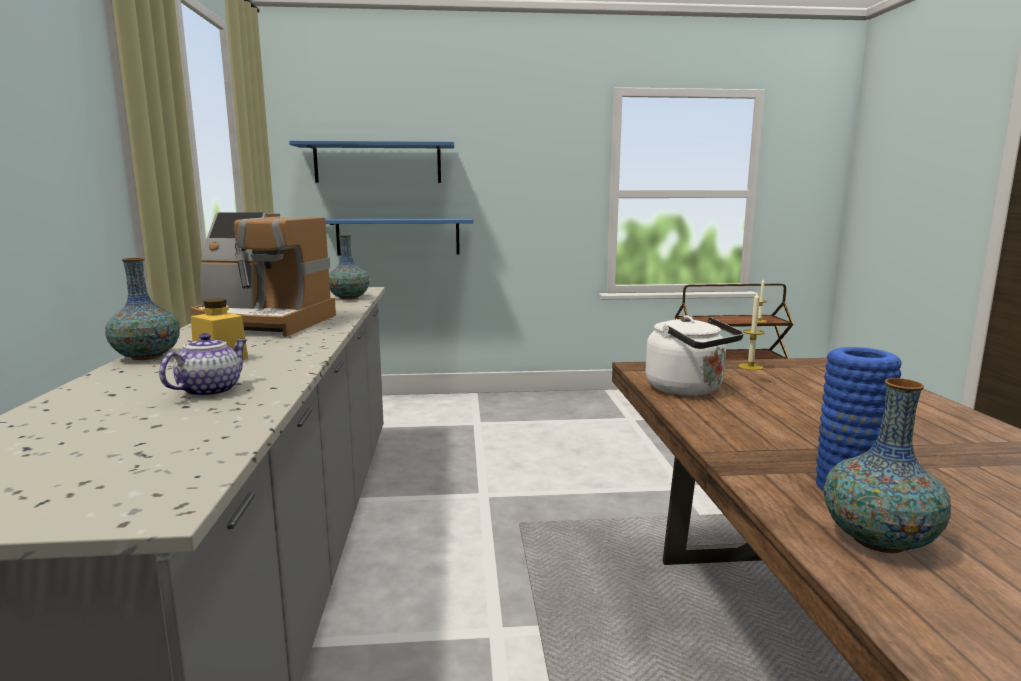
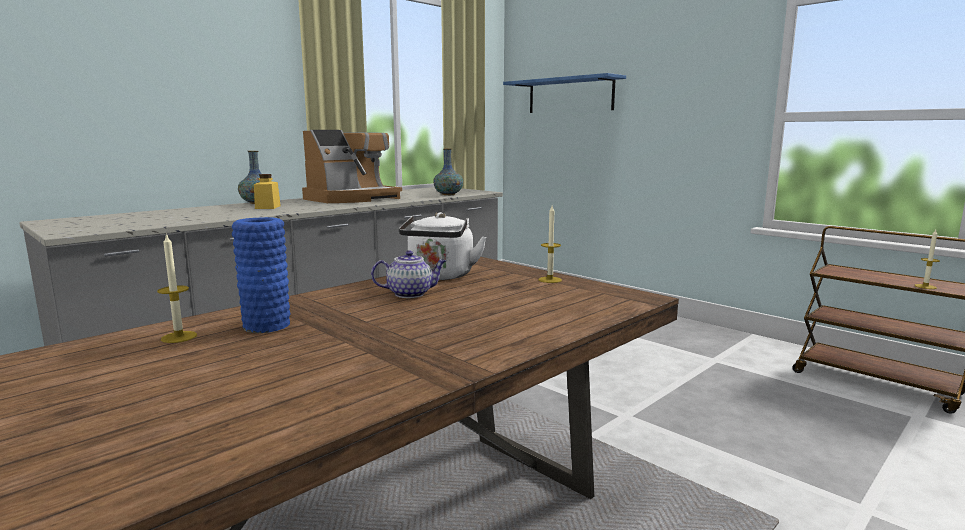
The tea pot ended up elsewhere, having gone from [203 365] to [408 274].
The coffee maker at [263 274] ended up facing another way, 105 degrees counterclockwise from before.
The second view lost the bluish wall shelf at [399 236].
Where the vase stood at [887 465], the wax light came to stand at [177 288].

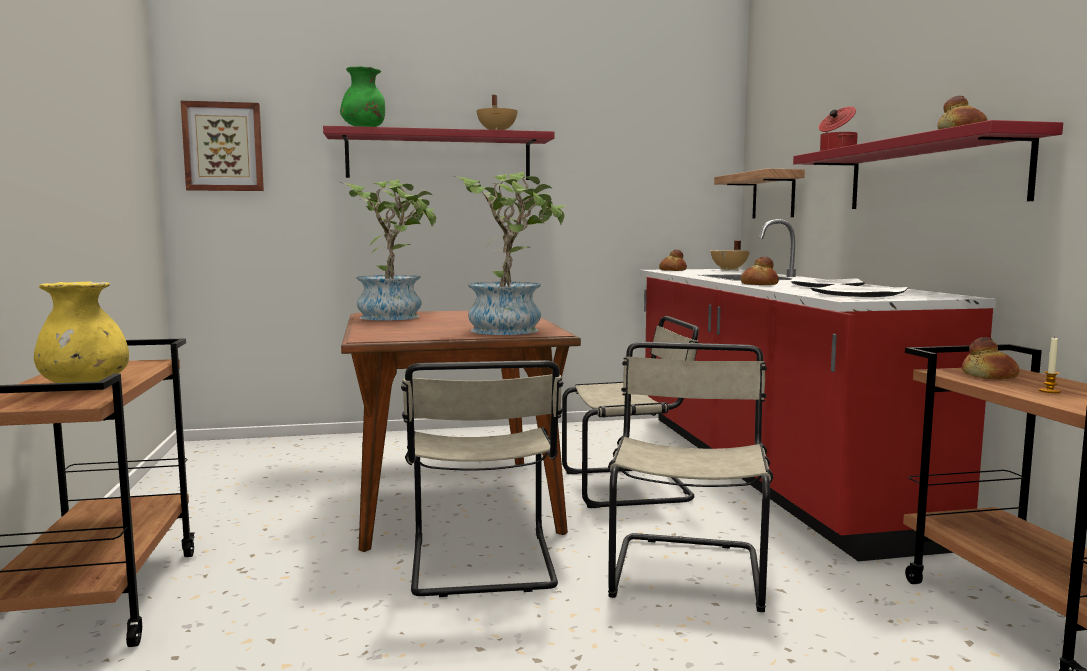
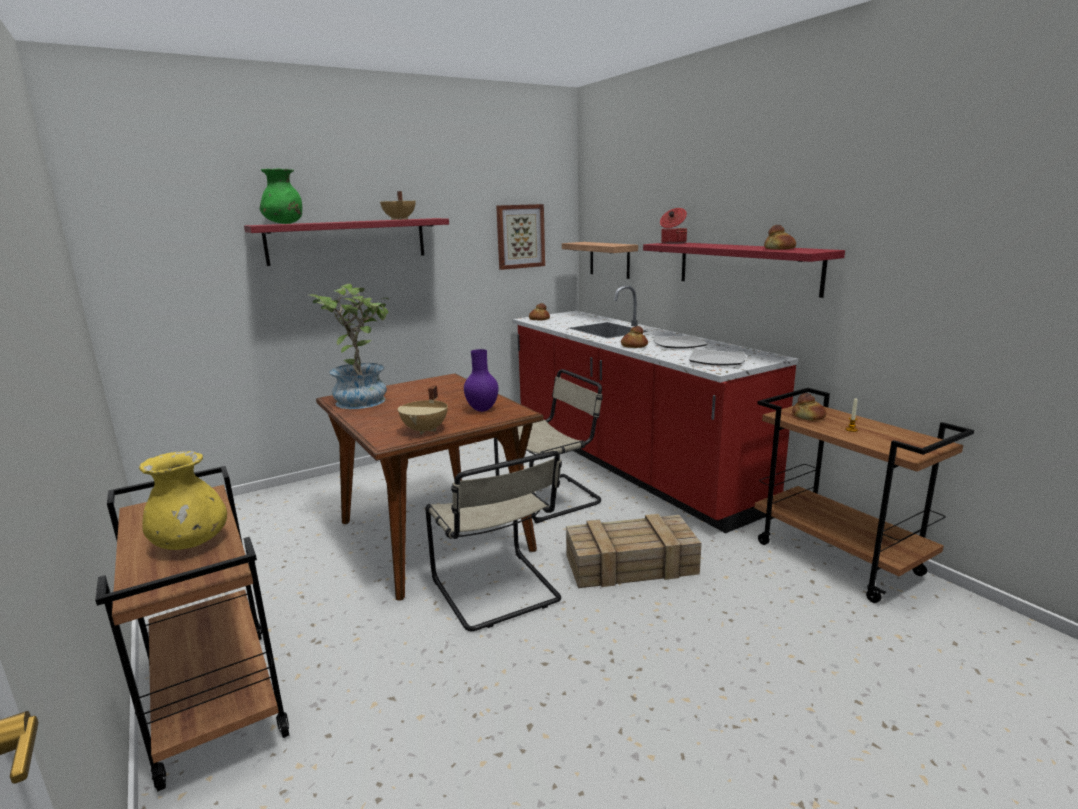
The picture ended up elsewhere, having gone from [222 145] to [520 237].
Where the houseplant stood at [509 253], the purplish vase came to stand at [481 380].
Where the beige chair stood at [690 477], the packing crate came to stand at [634 551].
The beige stockpot ended up elsewhere, having gone from [730 255] to [423 410].

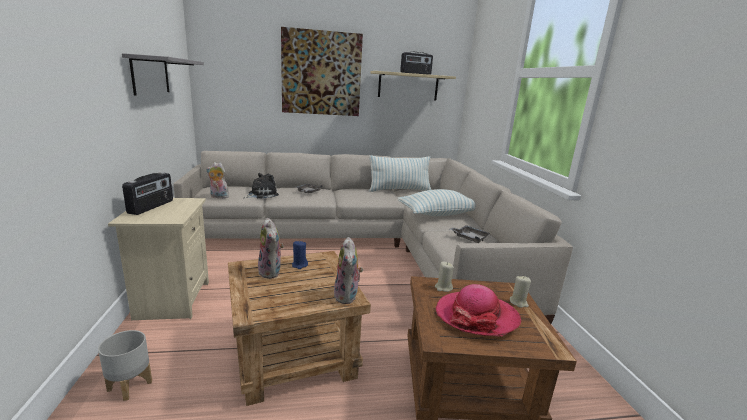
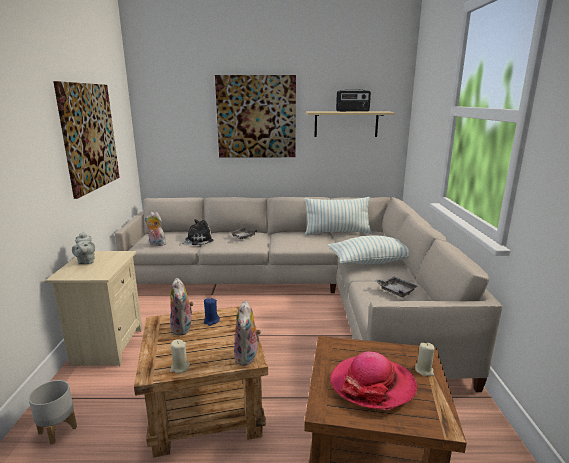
Where the greyish wall shelf hung at [163 74], the picture came to hang at [86 140].
Where the radio set stood at [147 193], the greyish tea pot came to stand at [83 247].
The beige wax light ended up elsewhere, having gone from [444 277] to [180 356].

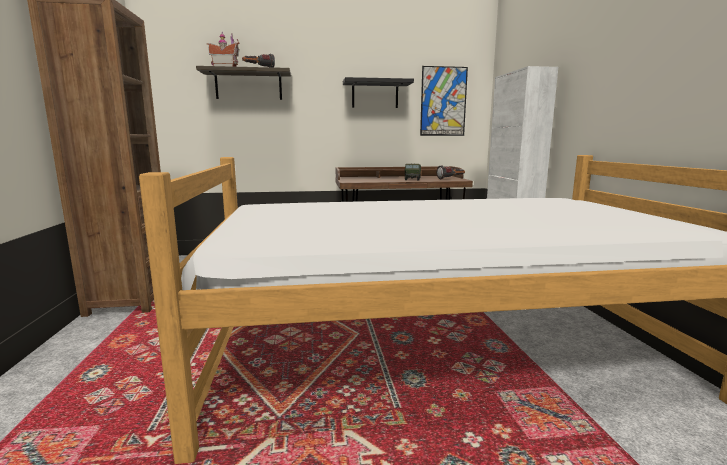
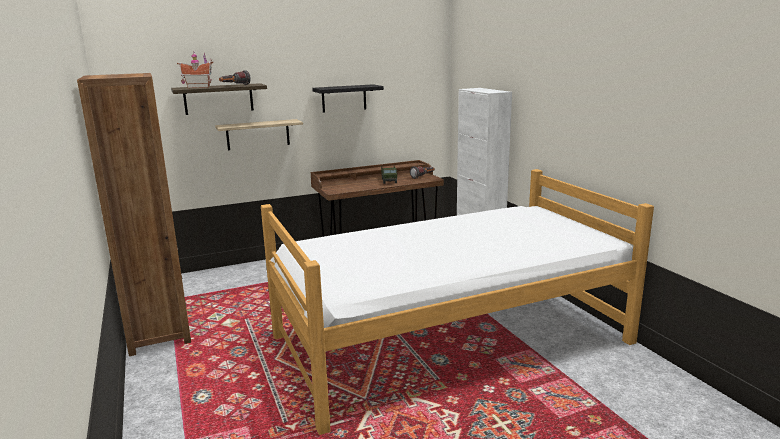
The second view lost the picture at [444 101].
The second view gained the wall shelf at [259 134].

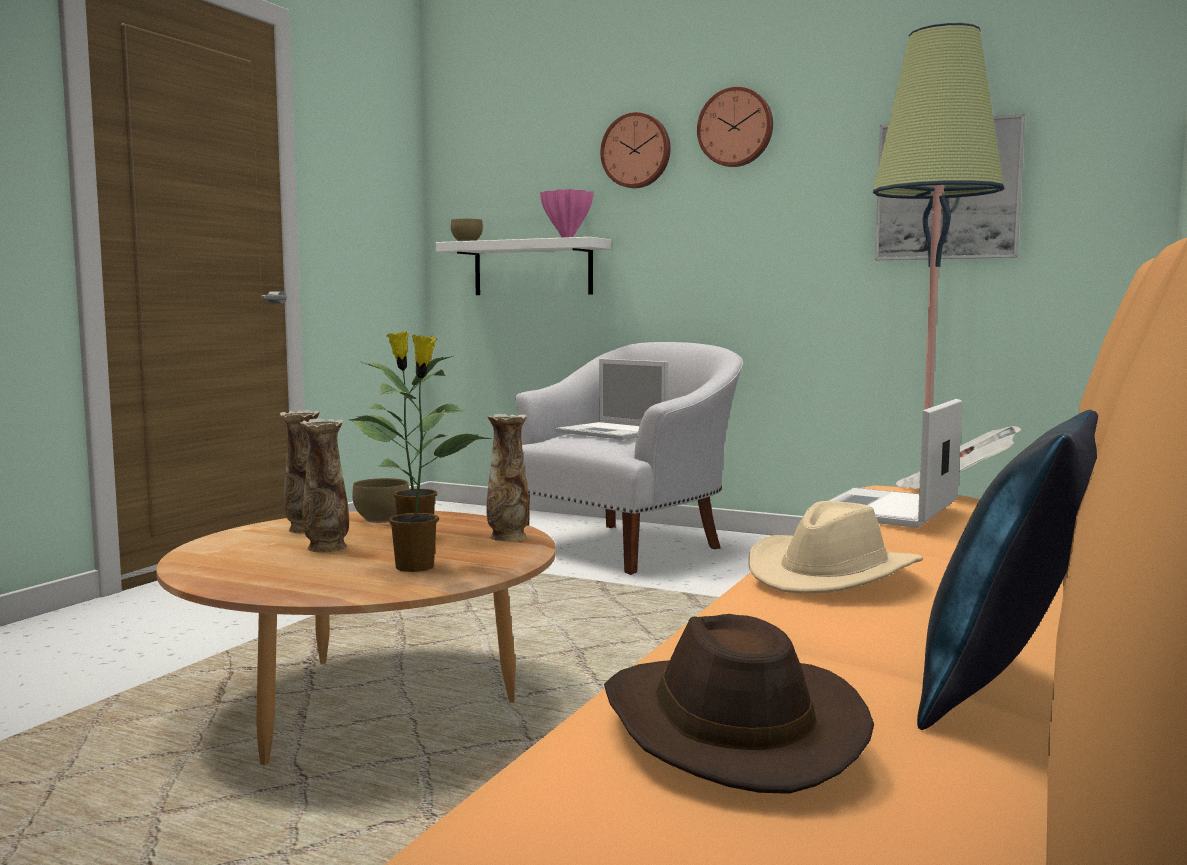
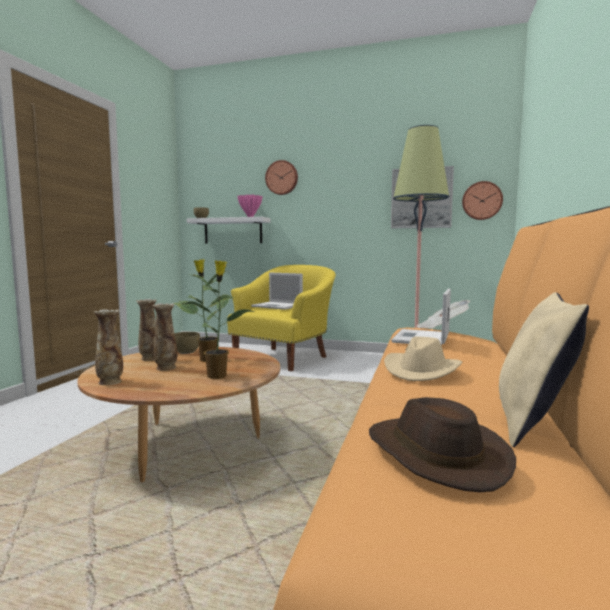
The vase ended up elsewhere, having gone from [508 477] to [108 347].
What was the white easy chair at [629 458] turned into the yellow easy chair at [281 318].
The hanging clock ended up elsewhere, having gone from [735 127] to [482 200].
What was the bluish throw pillow at [1007 570] turned into the beige throw pillow at [544 369].

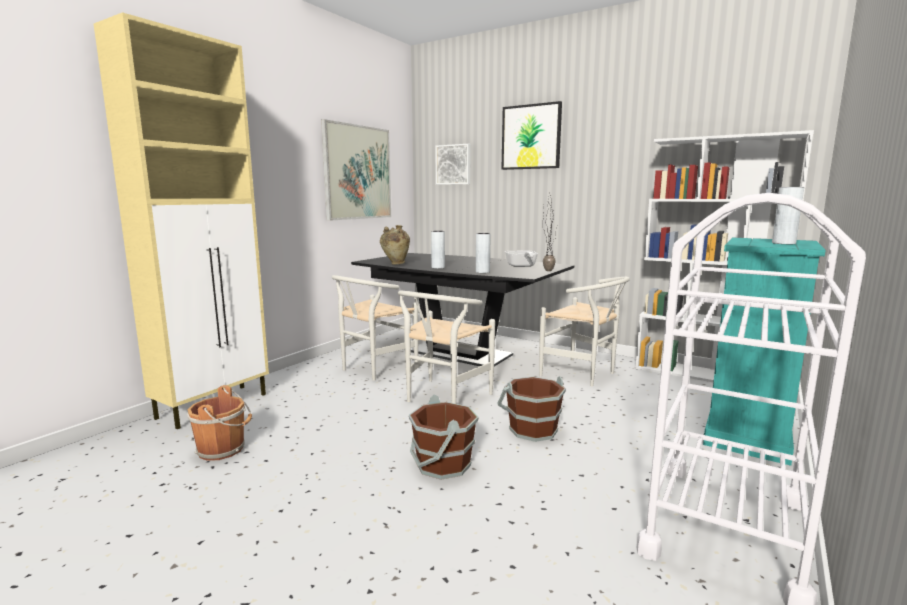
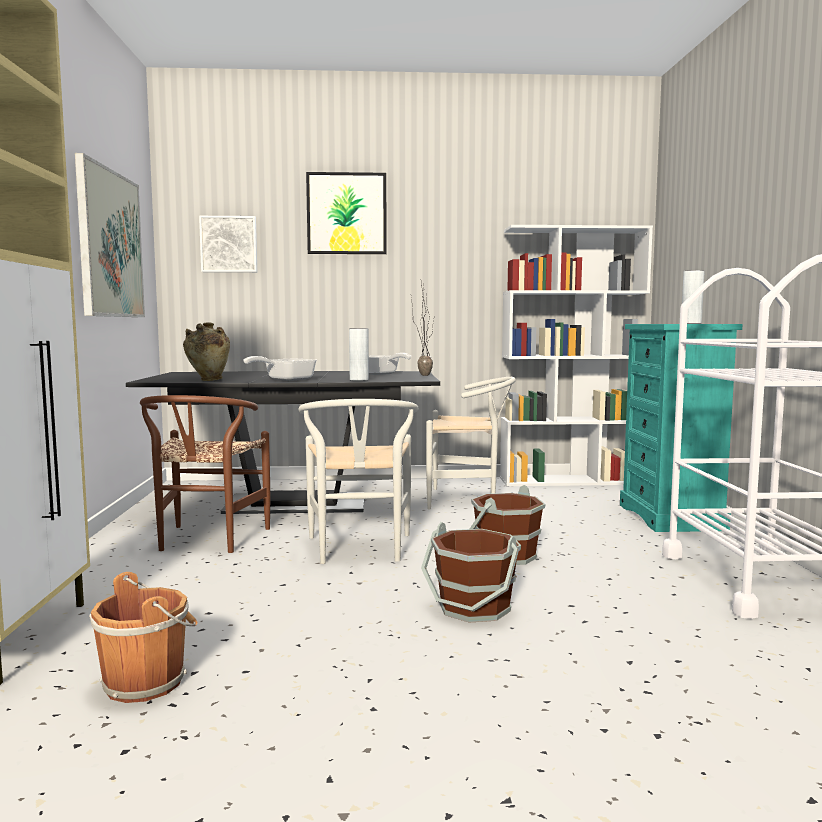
What was the white chair at [375 328] turned into the brown-coloured chair at [205 474].
Where the greyish vase stood at [438 250], the pan came to stand at [279 368].

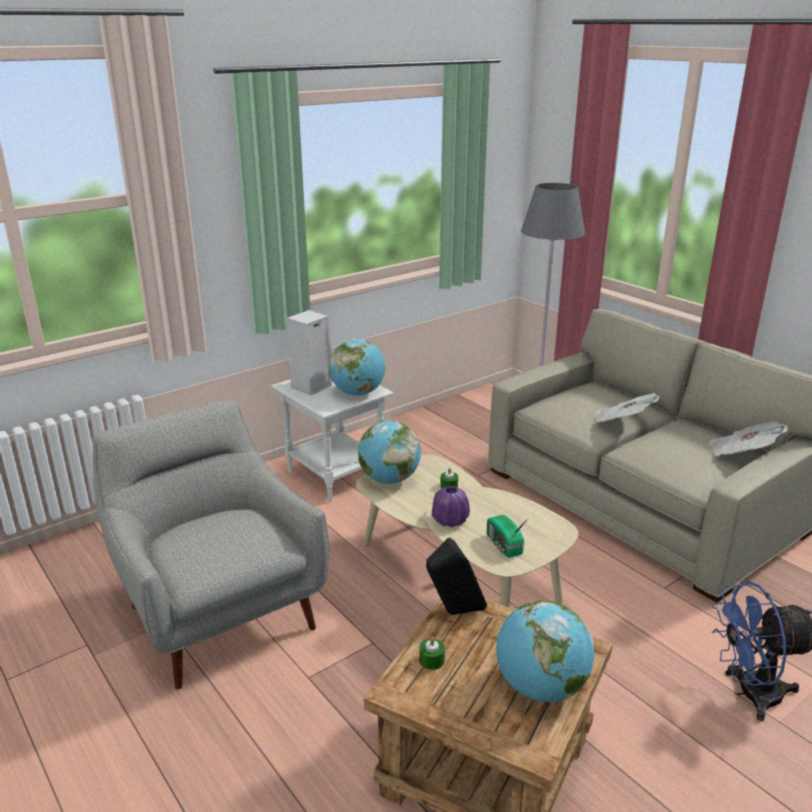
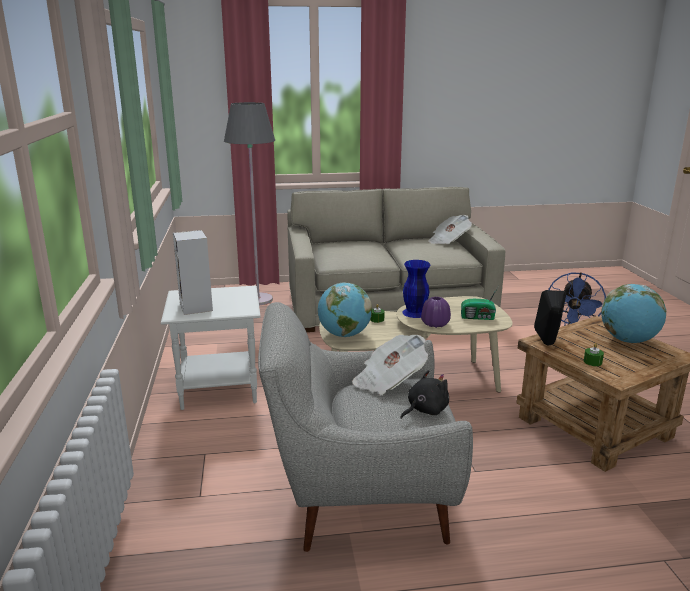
The second view lost the desk globe at [357 367].
The daily paper ended up elsewhere, having gone from [626 408] to [390 365].
The second view gained the blackish cuddly toy at [425 394].
The second view gained the bluish vase at [416 289].

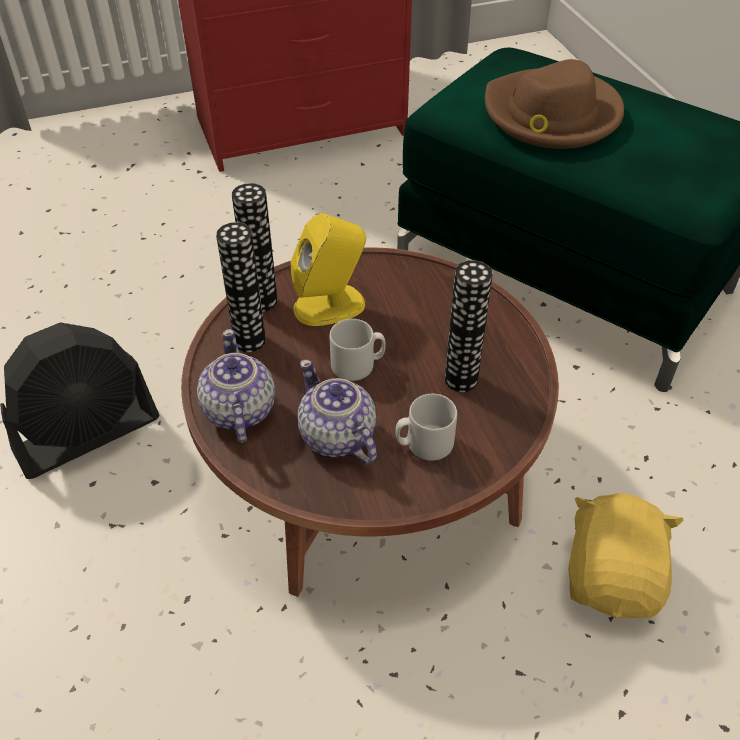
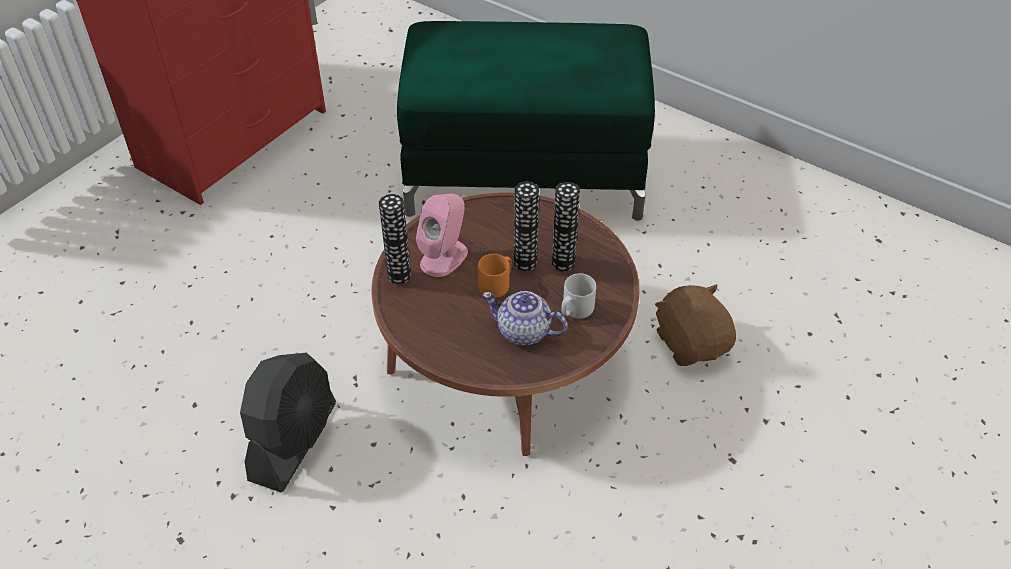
The second view lost the tea pot at [236 386].
The vase ended up elsewhere, having gone from [241 287] to [526 226].
What was the yellow speaker at [328 269] turned into the pink-coloured speaker at [442 235].
What was the greyish coffee mug at [357 350] turned into the orange-coloured coffee mug at [495 276].
The second view lost the brown-coloured hat at [554 104].
What was the yellow cuddly toy at [626 556] turned into the brown-coloured cuddly toy at [695 325].

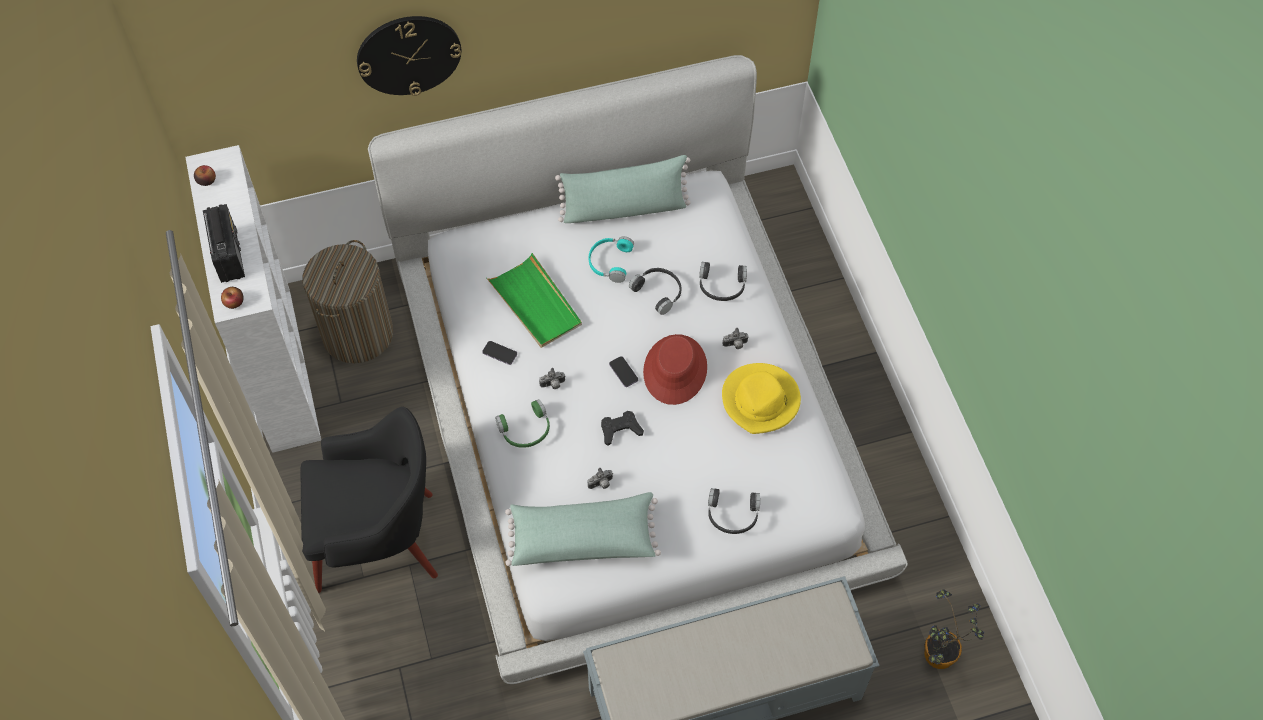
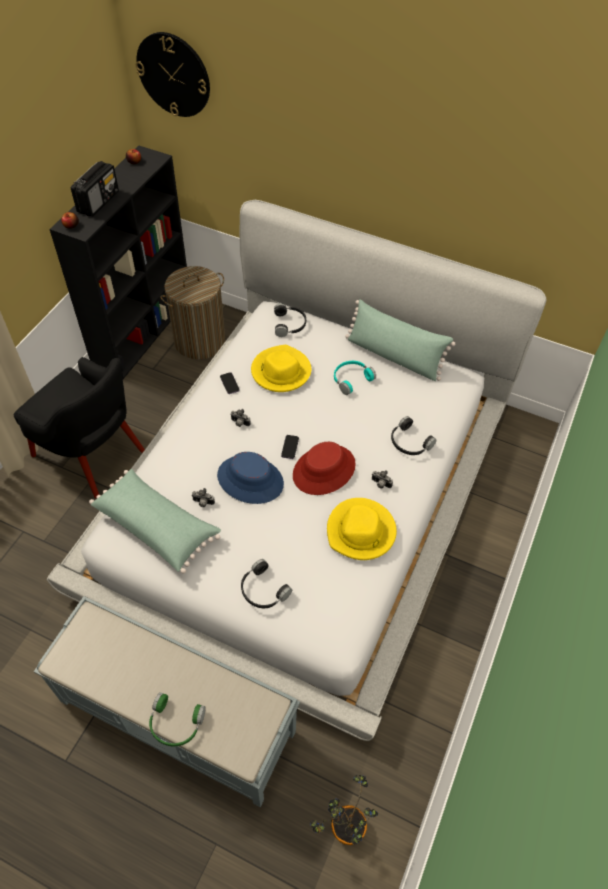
What was the white shelving unit at [253 299] turned into the blackish shelving unit at [118 262].
The hanging clock ended up elsewhere, having gone from [409 56] to [173 74].
Where the greenish carrying tray stood at [534 300], the yellow hat came to stand at [281 368].
The greenish headphones ended up elsewhere, having gone from [522 423] to [177 719].
Where the blackish gamepad stood at [622 428], the bluish hat came to stand at [250 478].
The blackish headphones ended up elsewhere, having gone from [655 291] to [290 320].

